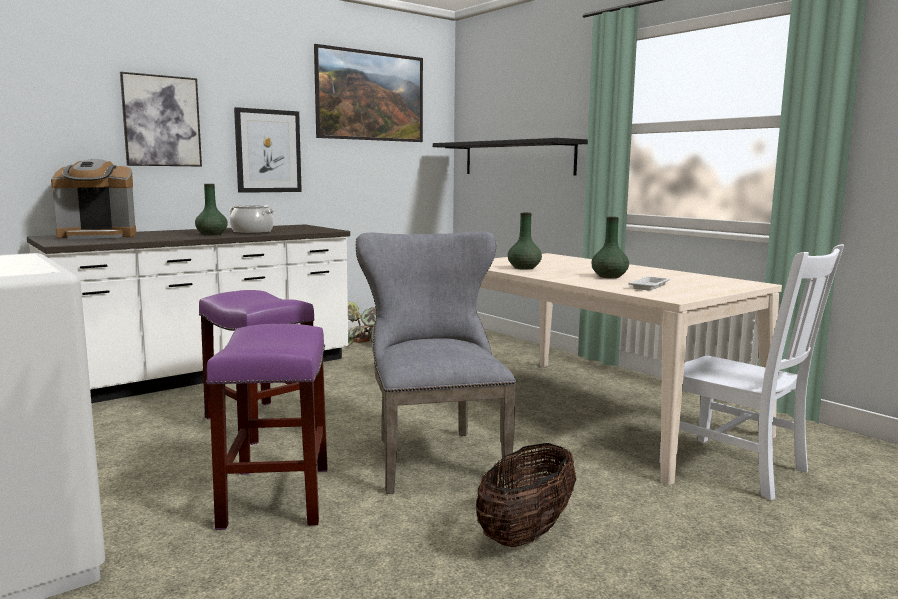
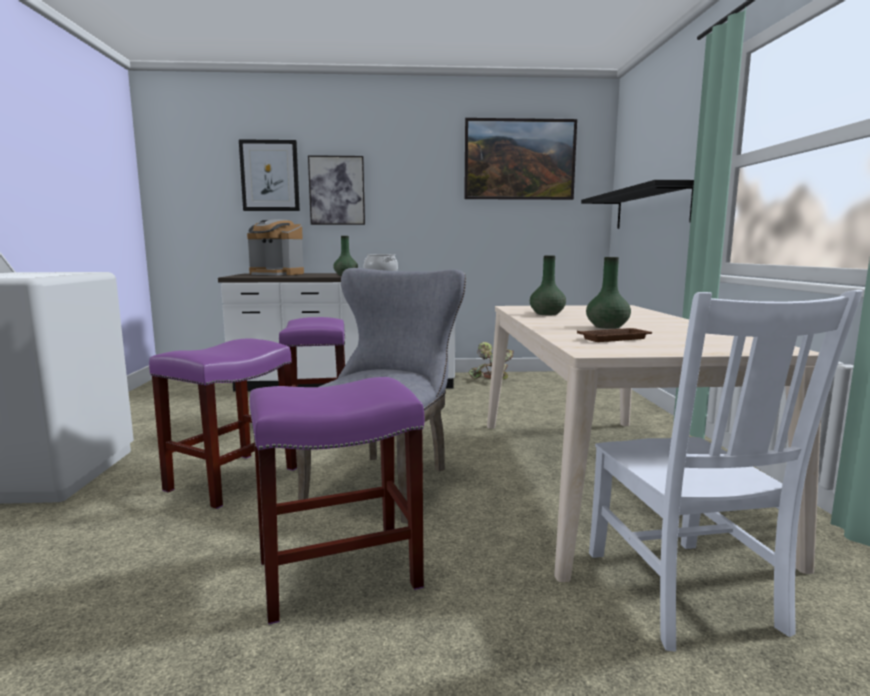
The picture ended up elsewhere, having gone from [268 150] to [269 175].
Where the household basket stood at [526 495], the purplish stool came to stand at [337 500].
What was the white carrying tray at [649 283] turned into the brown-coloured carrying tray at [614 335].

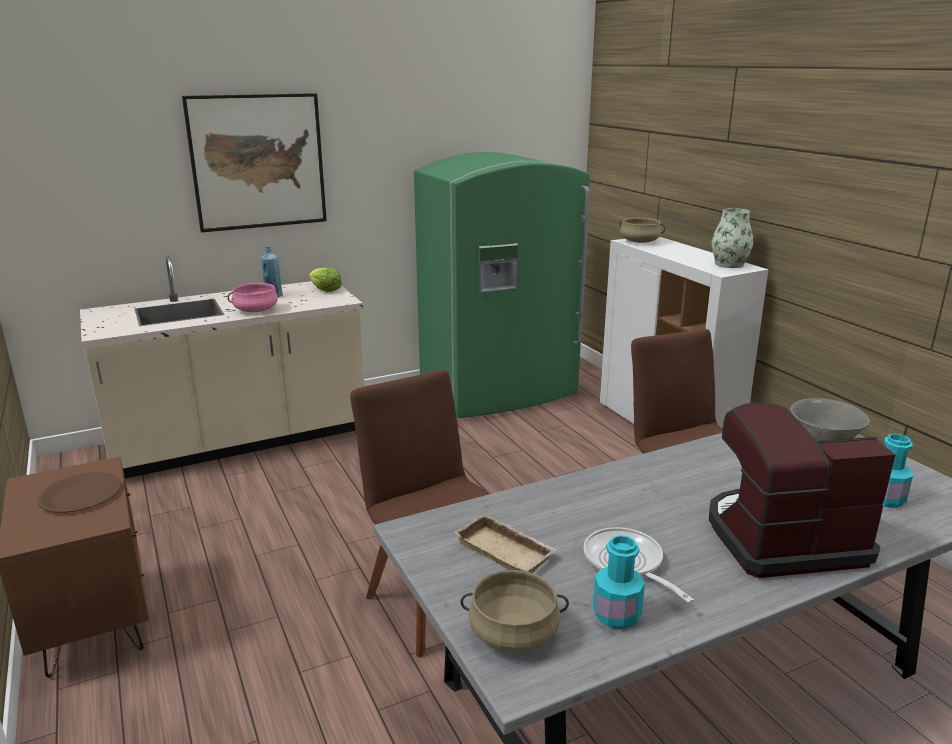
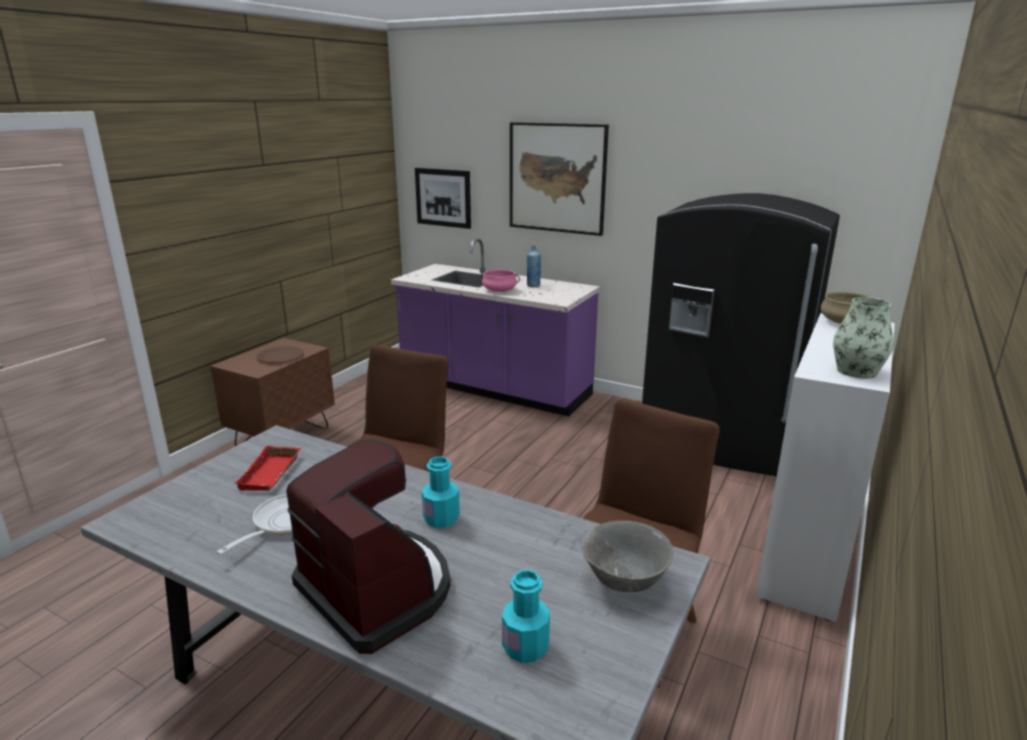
What was the beige kitchen counter at [222 367] turned into the purplish kitchen counter at [495 327].
The second view lost the lettuce at [325 280].
What was the greenish fridge at [502 285] turned into the blackish fridge at [741 334].
What was the beige carrying tray at [505 543] turned into the red-coloured carrying tray at [267 468].
The second view lost the beige stockpot at [514 611].
The blue-green bottle ended up elsewhere, having gone from [619 582] to [441 492].
The second view gained the picture at [443 198].

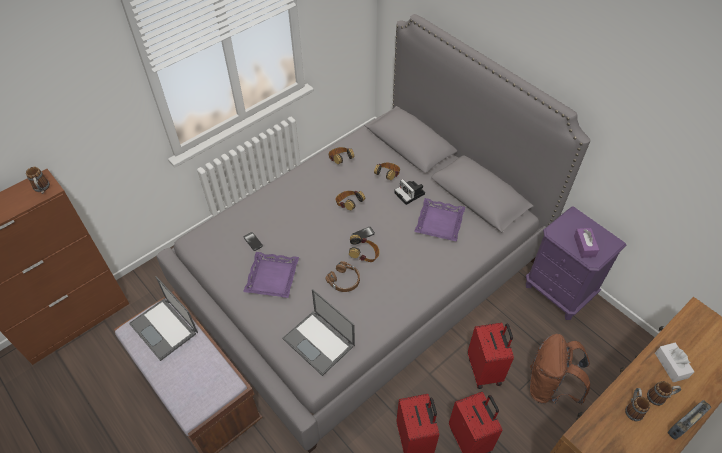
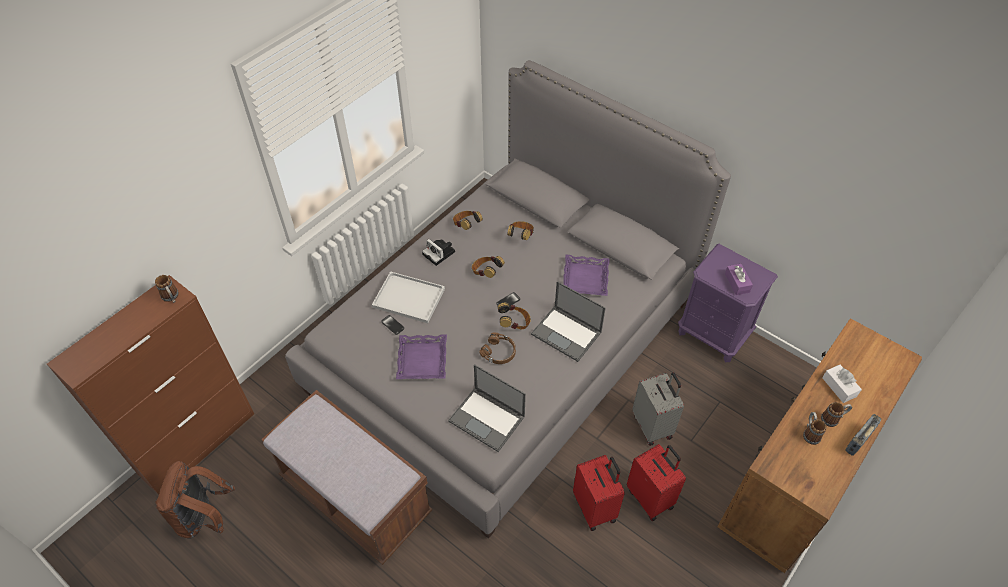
The laptop ended up elsewhere, having gone from [163 318] to [568 321].
The photo camera ended up elsewhere, having gone from [410 192] to [438 252].
What was the red-coloured travel case at [491 356] turned into the greyish travel case at [658 409].
The brown-coloured knapsack ended up elsewhere, having gone from [560 369] to [195 499].
The second view gained the white carrying tray at [408 297].

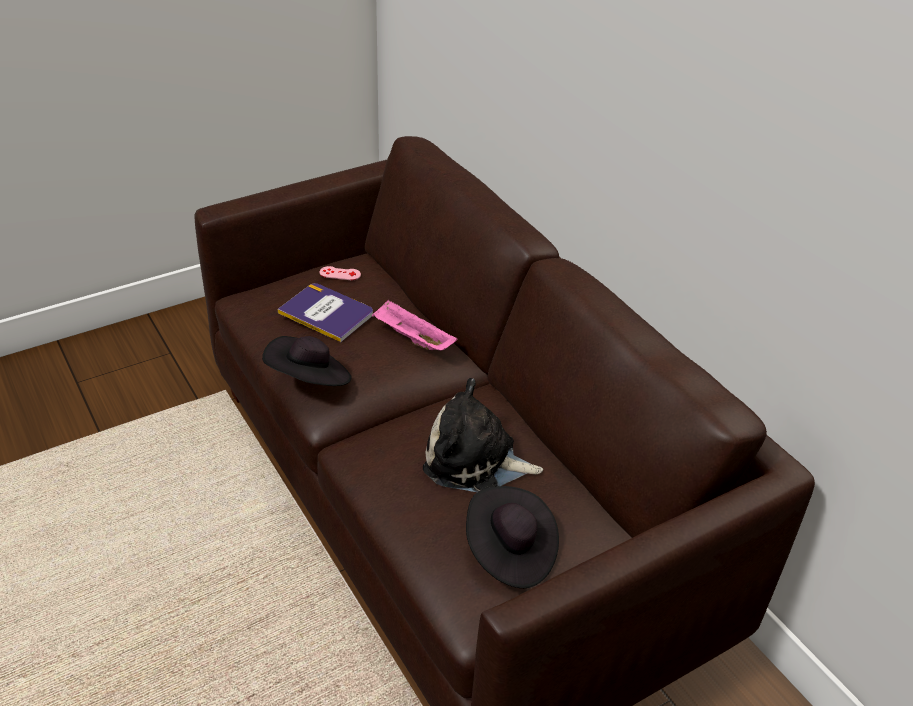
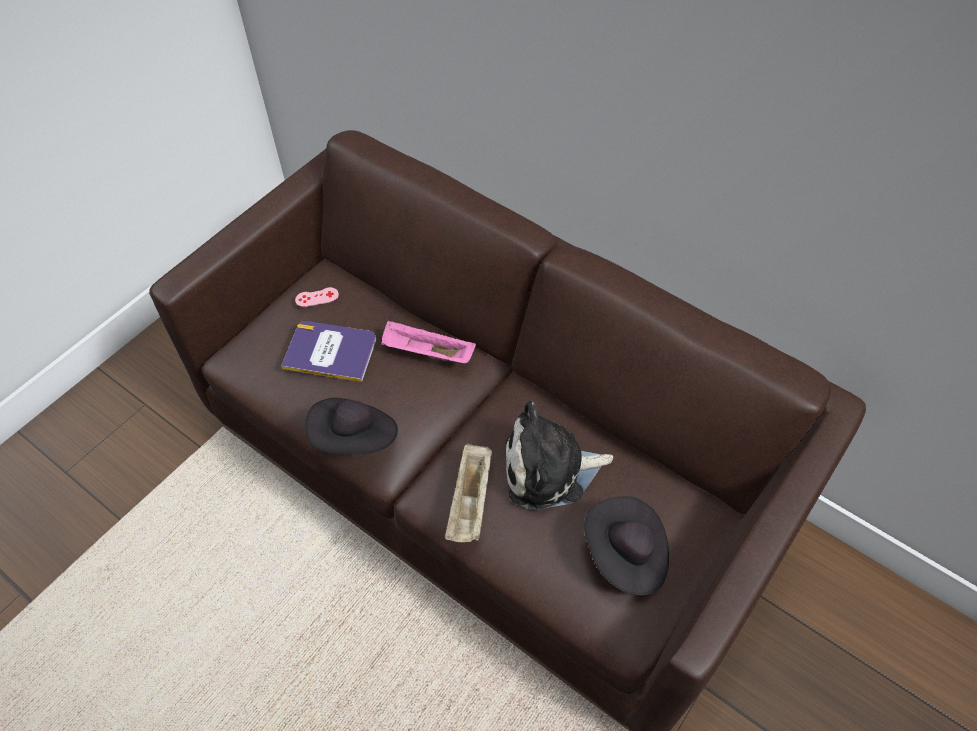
The second view gained the beige carrying tray at [468 492].

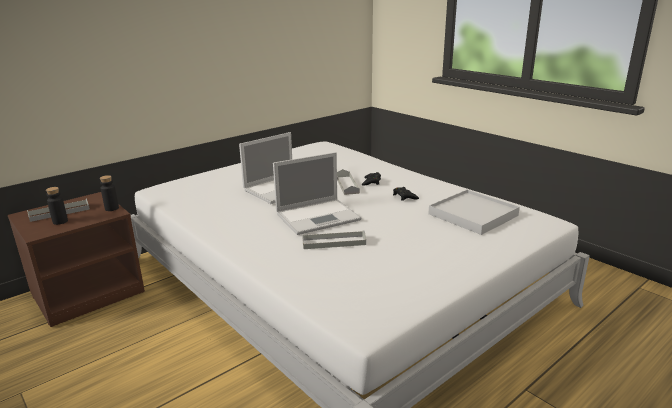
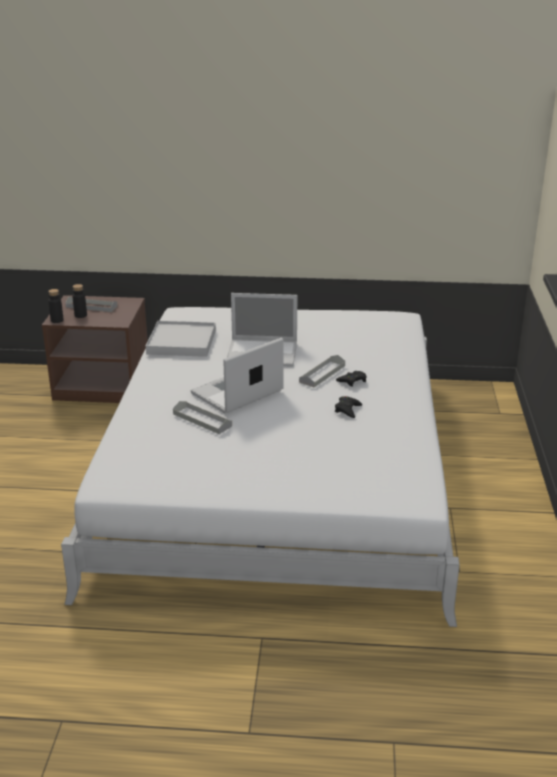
The blackish bottle ended up elsewhere, having gone from [109 193] to [56 306].
The laptop at [317 193] ended up facing another way, 120 degrees clockwise from before.
The white carrying tray ended up elsewhere, having gone from [474 212] to [181 339].

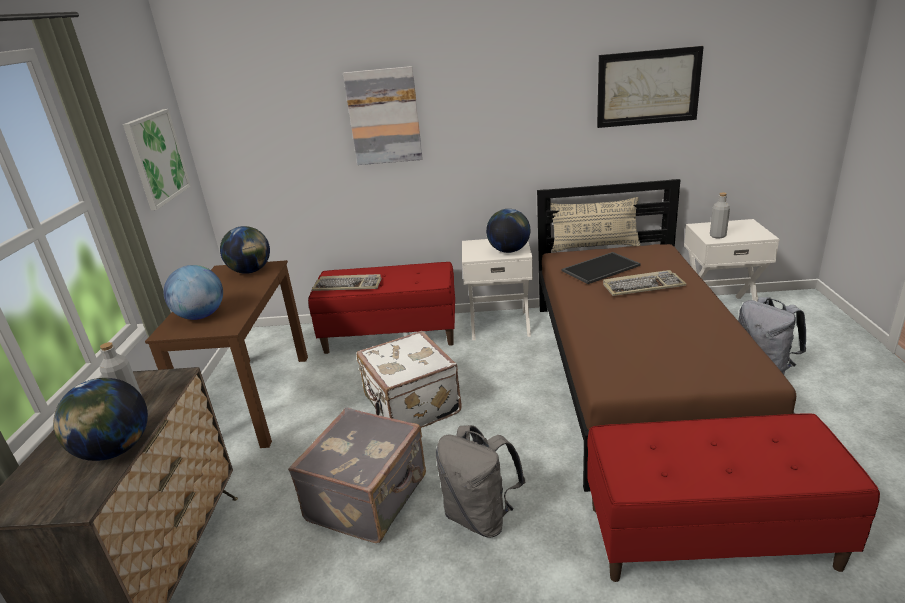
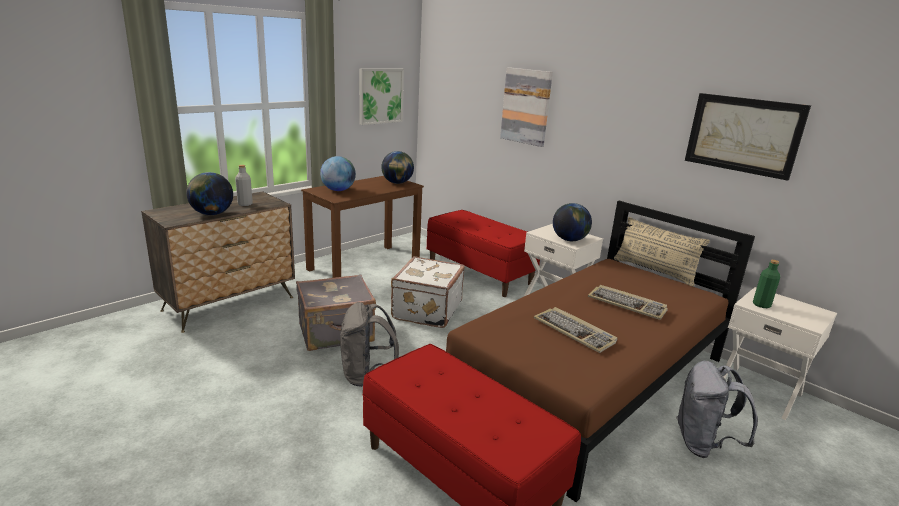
The keyboard ended up elsewhere, having gone from [347 282] to [575 330].
The second view lost the carrying tray at [601 268].
What was the greyish bottle at [720 215] turned into the greenish bottle at [766 284].

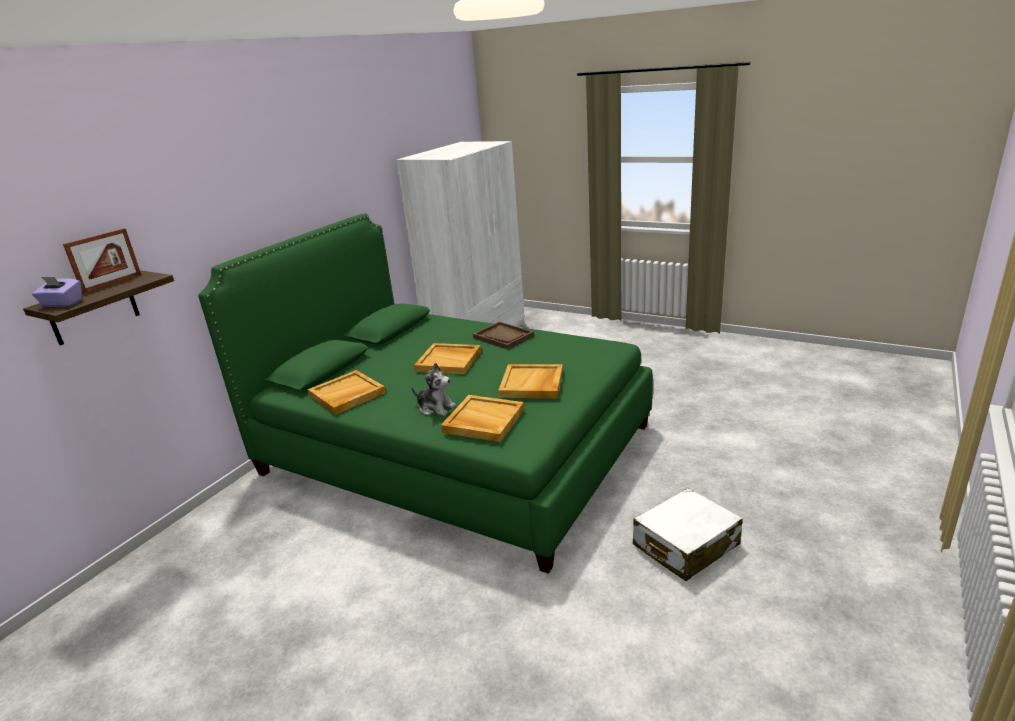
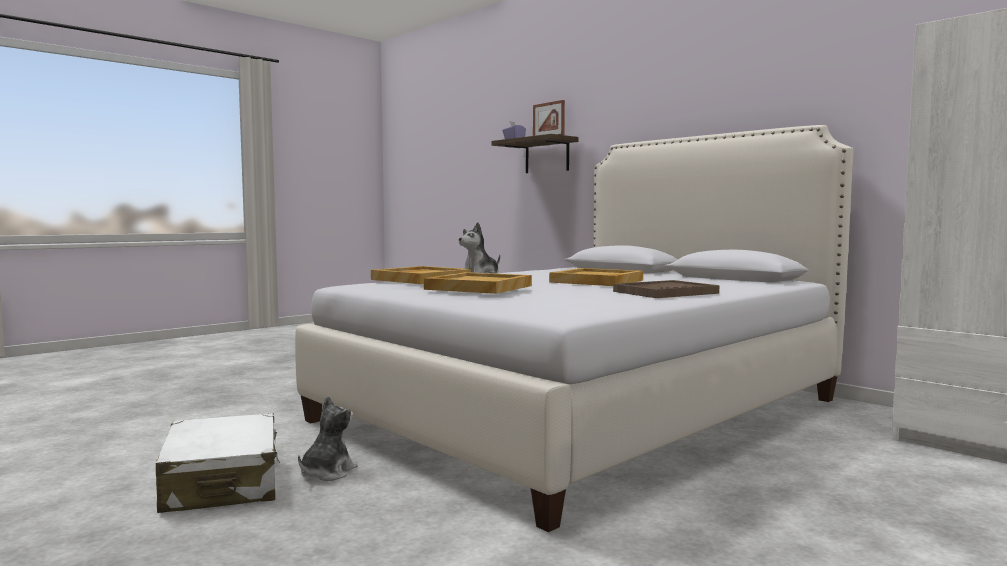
What was the greenish bedroom bed at [425 393] turned into the white bedroom bed at [574 328].
The second view lost the beige carrying tray at [347 392].
The second view gained the cuddly toy at [328 438].

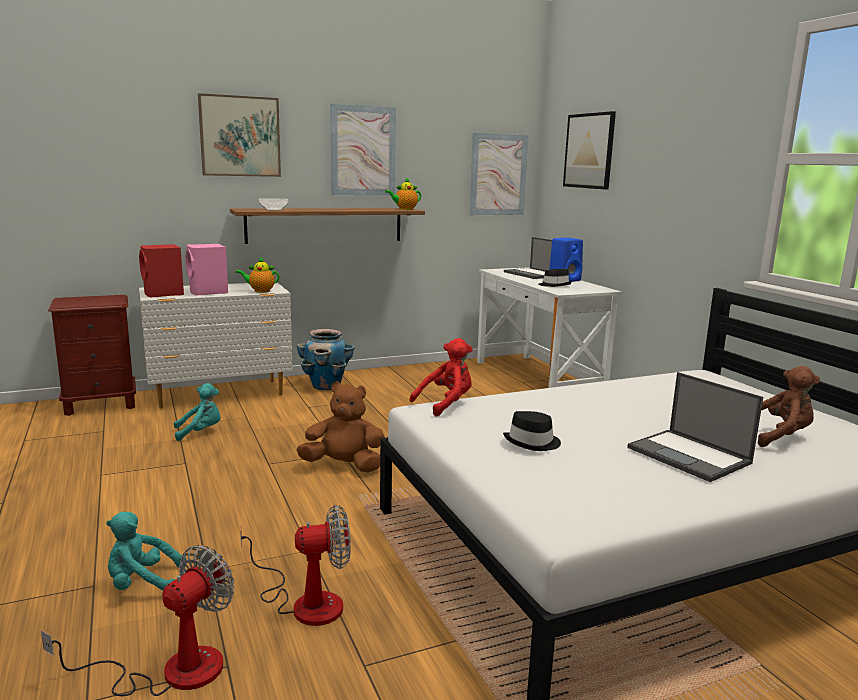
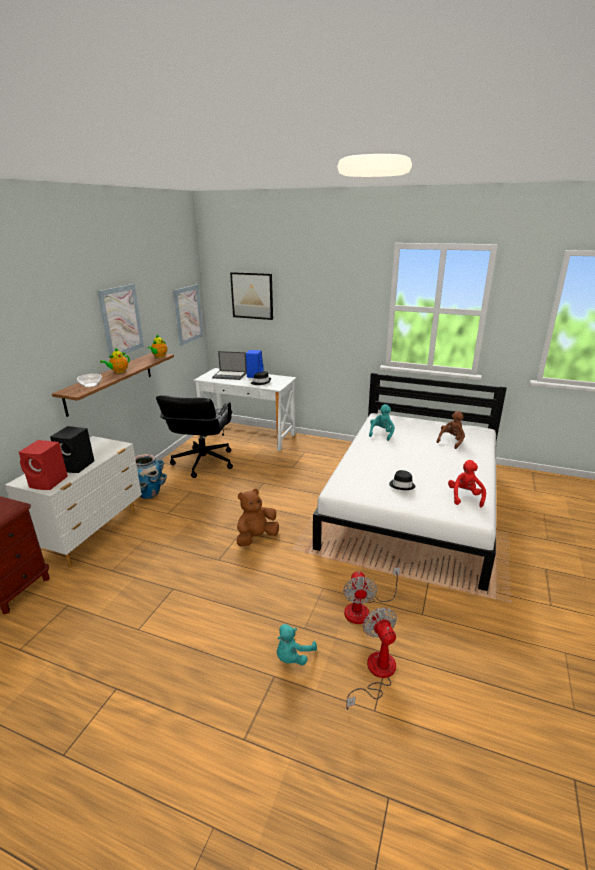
The blue-green cuddly toy ended up elsewhere, having gone from [197 412] to [382 422].
What was the pink-coloured speaker at [206 270] turned into the blackish speaker at [72 449].
The second view lost the picture at [239 135].
The tea pot ended up elsewhere, having gone from [257 275] to [115 360].
The fan at [295 565] ended up facing another way, 150 degrees clockwise from before.
The red-coloured cuddly toy ended up elsewhere, having gone from [441 377] to [467 483].
The second view lost the laptop at [695 427].
The second view gained the blackish desk chair at [194 436].

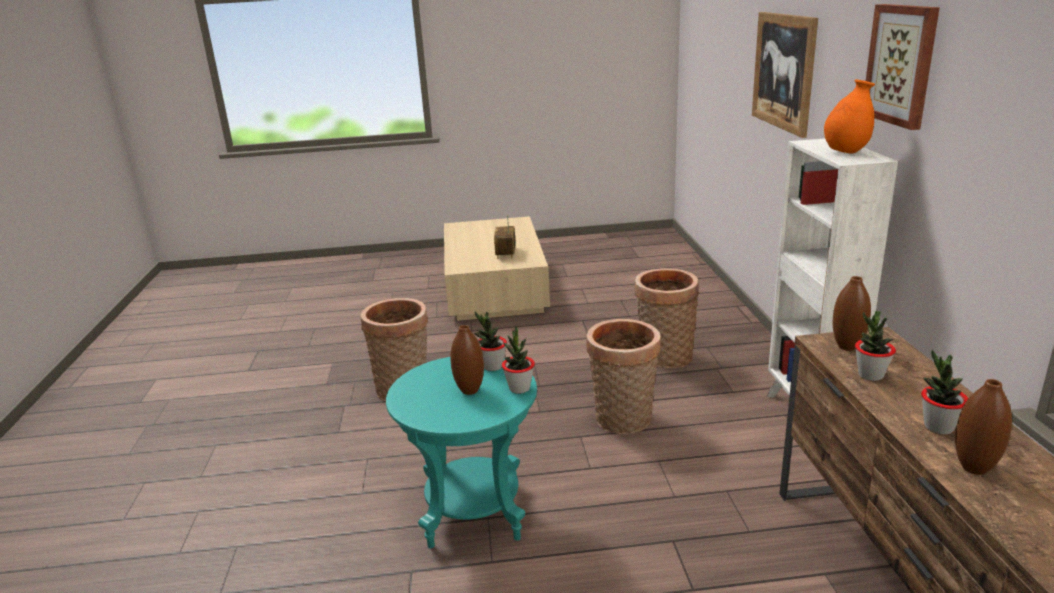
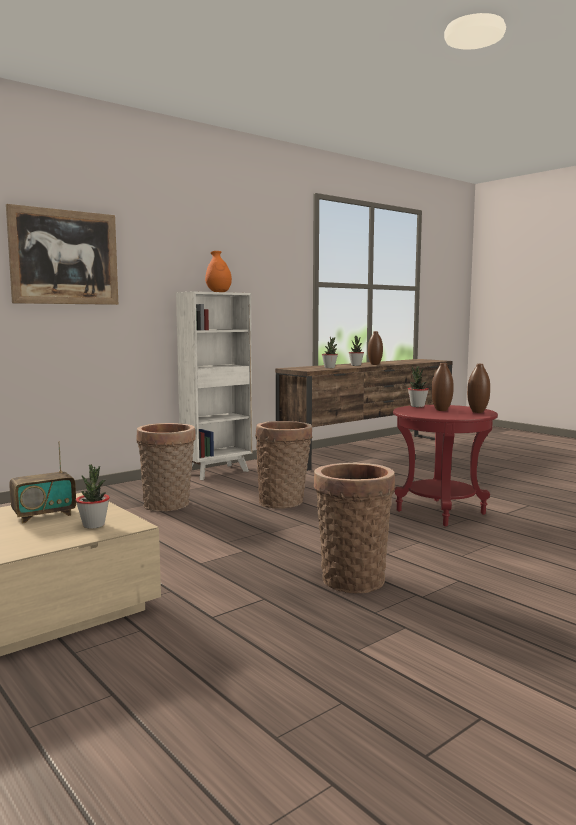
What was the blue-green end table at [461 452] turned into the red-coloured end table at [445 466].
The houseplant ended up elsewhere, having gone from [490 341] to [93 496].
The brown-coloured vase ended up elsewhere, having gone from [852 313] to [478 388].
The second view lost the picture at [903 67].

